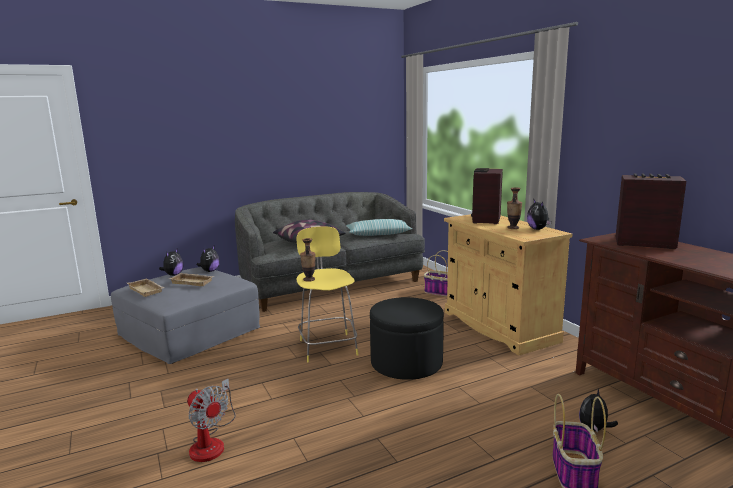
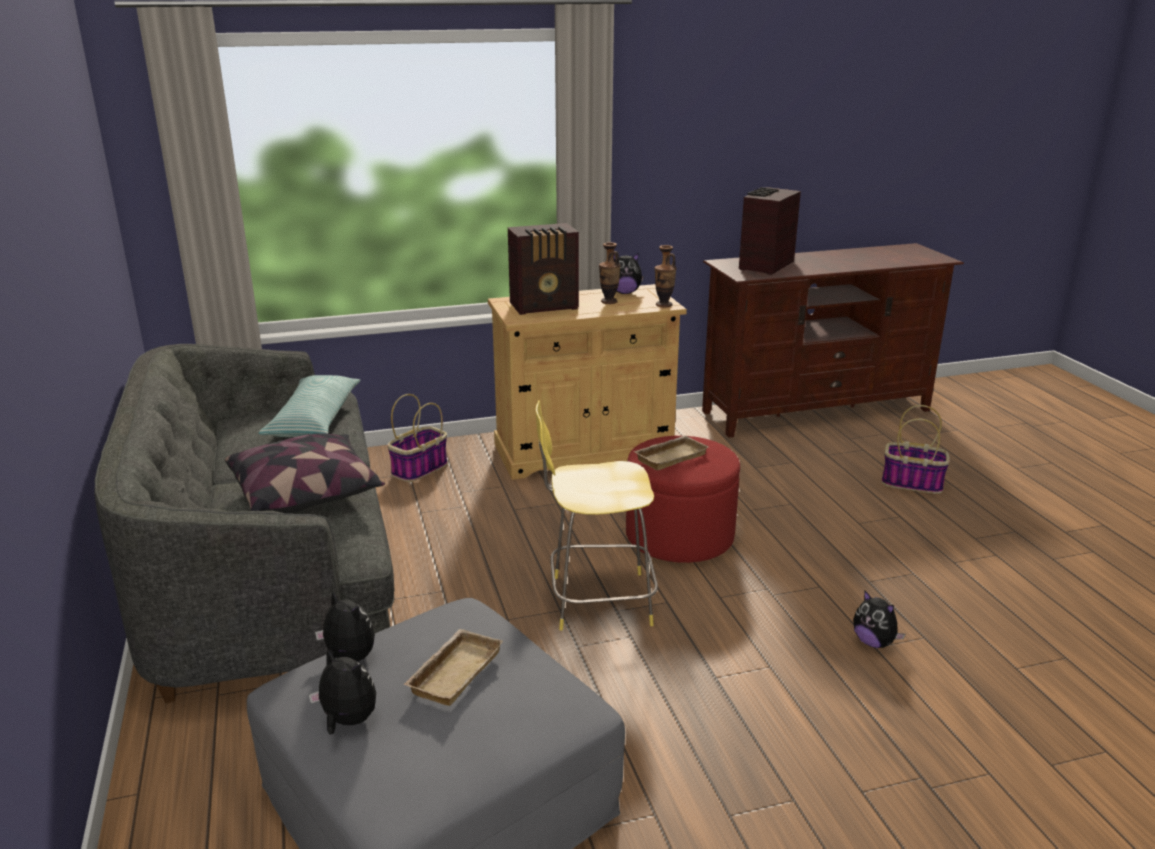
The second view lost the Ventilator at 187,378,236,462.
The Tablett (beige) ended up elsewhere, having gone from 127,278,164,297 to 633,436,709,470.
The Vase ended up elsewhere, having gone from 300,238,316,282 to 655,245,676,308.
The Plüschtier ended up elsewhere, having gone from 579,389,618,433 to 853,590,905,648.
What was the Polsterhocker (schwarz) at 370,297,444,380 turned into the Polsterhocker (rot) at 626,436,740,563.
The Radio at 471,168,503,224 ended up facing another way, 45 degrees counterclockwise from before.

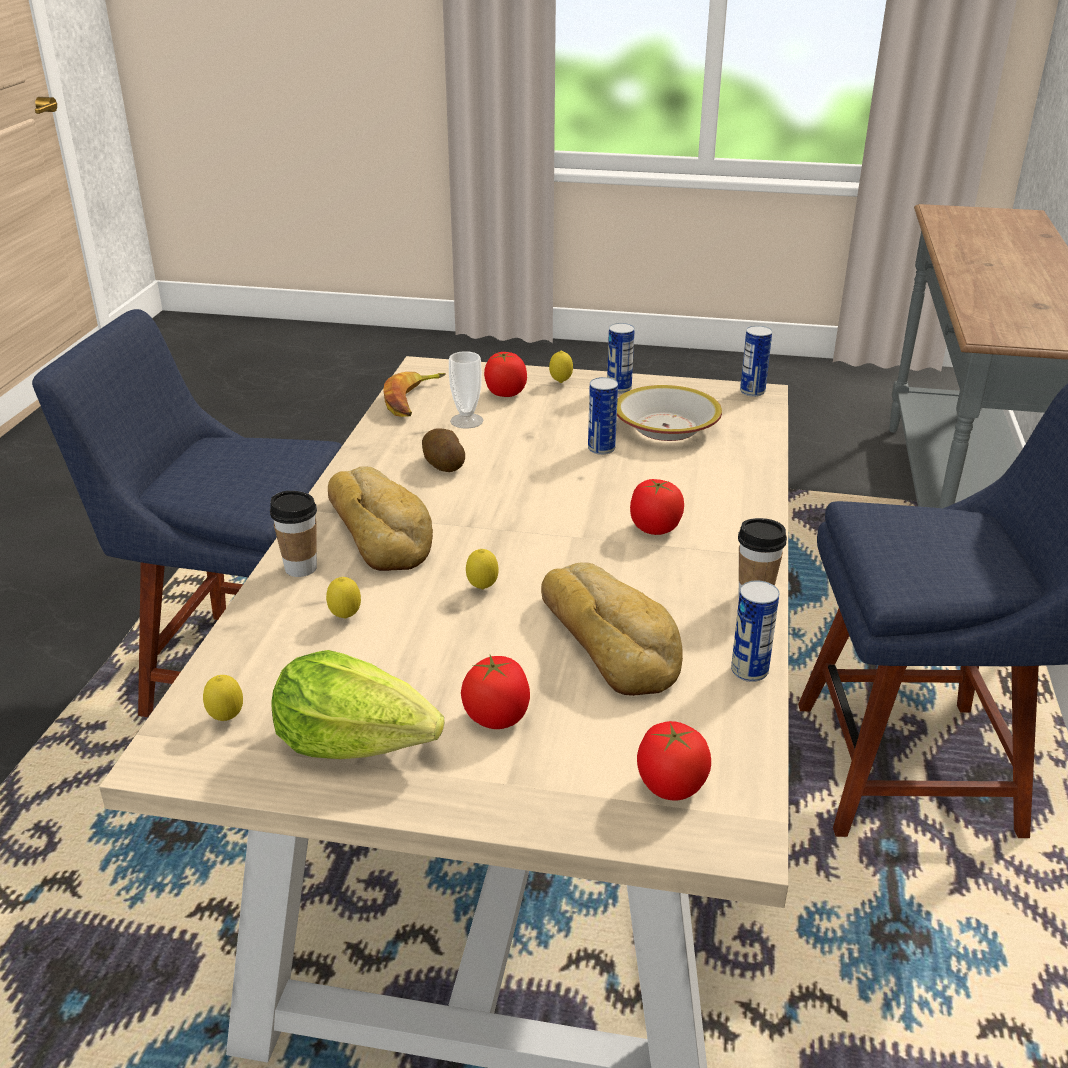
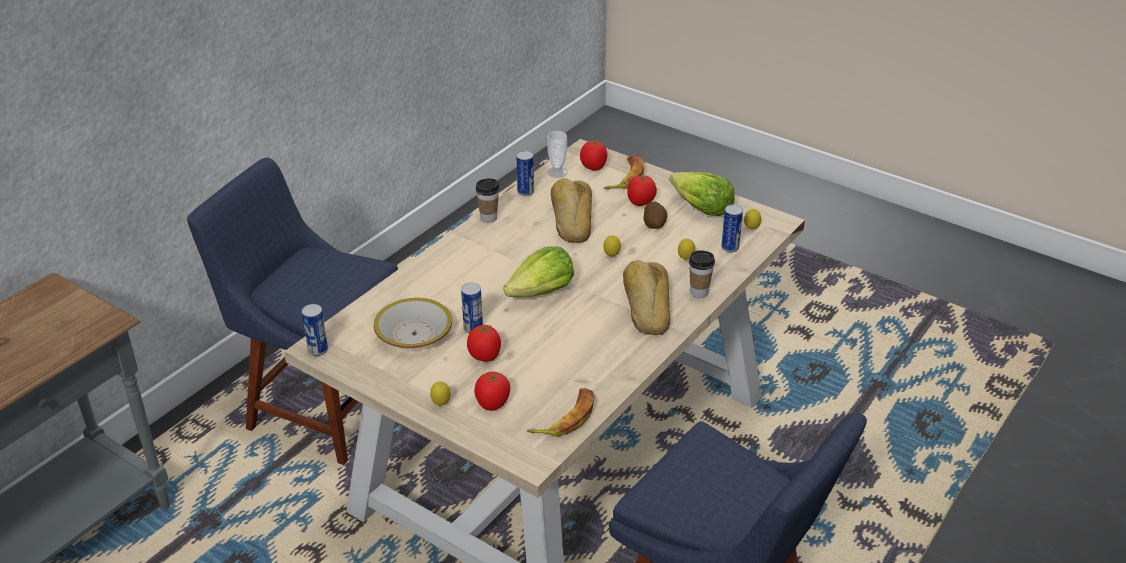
The second view gained the Salatkopf at 504,247,574,297.
The second view gained the Banane at 604,155,644,189.
The Kartoffel ended up elsewhere, having gone from 422,428,465,472 to 644,202,667,229.
The Tasse ended up elsewhere, having gone from 449,351,483,429 to 547,131,568,178.
The Dose ended up elsewhere, having gone from 607,323,635,394 to 721,204,743,252.
The Tomate ended up elsewhere, having gone from 630,479,684,535 to 467,325,501,362.

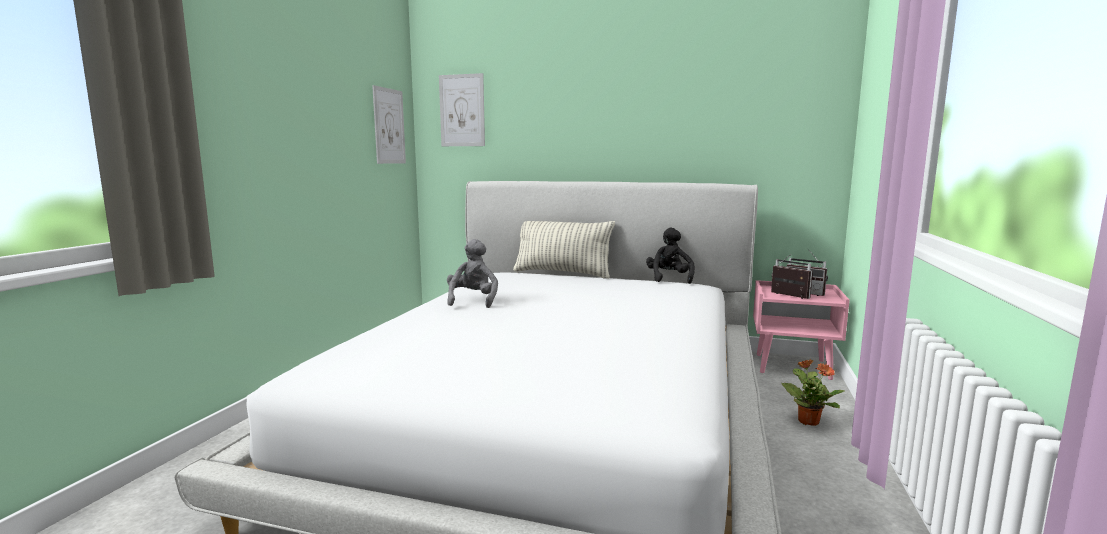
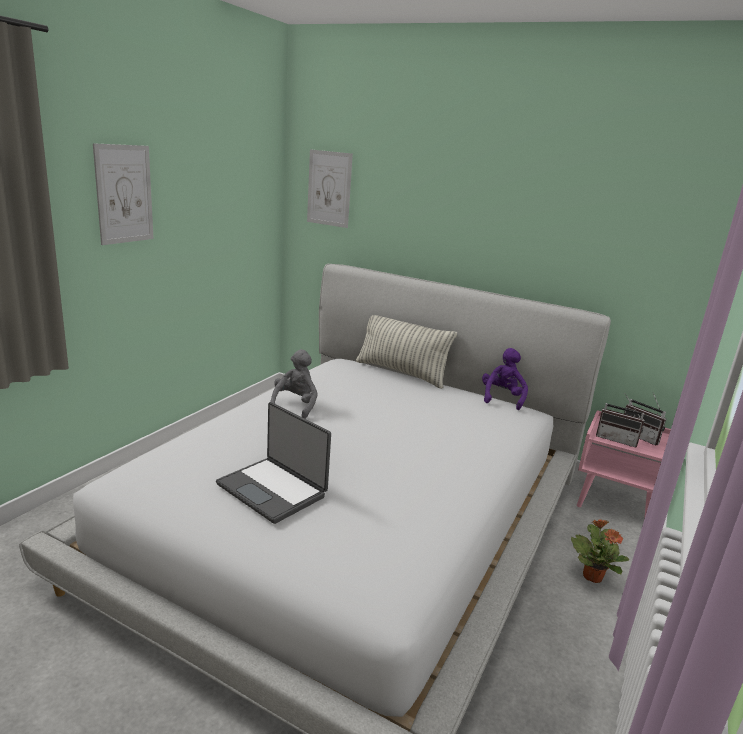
The second view gained the Laptop at 216,402,331,524.
The Bild ended up elsewhere, having gone from 372,85,406,164 to 93,143,154,245.
What was the Plüschtier (schwarz) at 646,228,695,284 turned into the Plüschtier (lila) at 482,348,528,410.
The Radio at 771,255,813,299 ended up facing another way, 150 degrees clockwise from before.

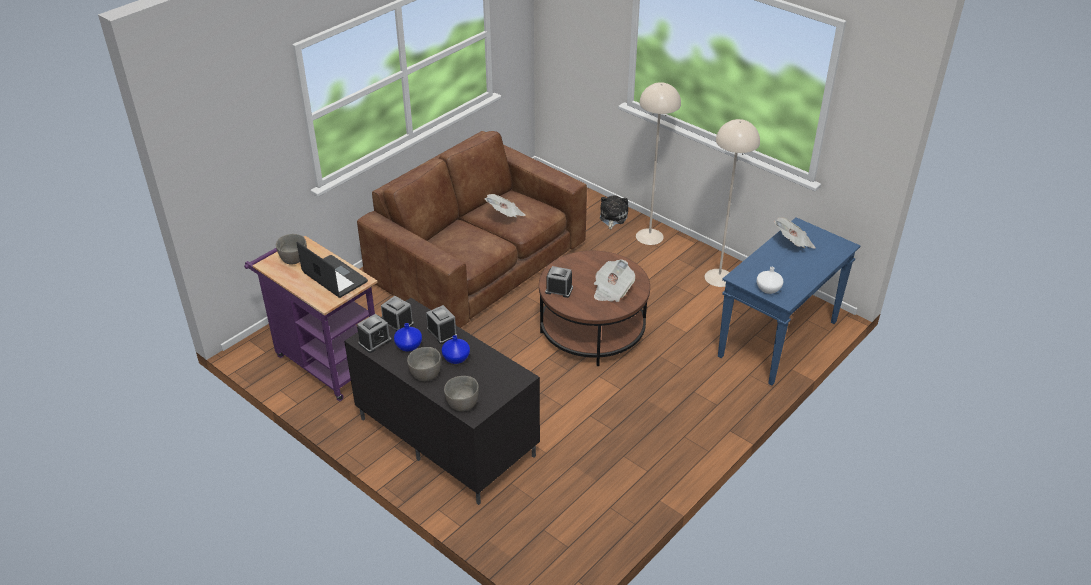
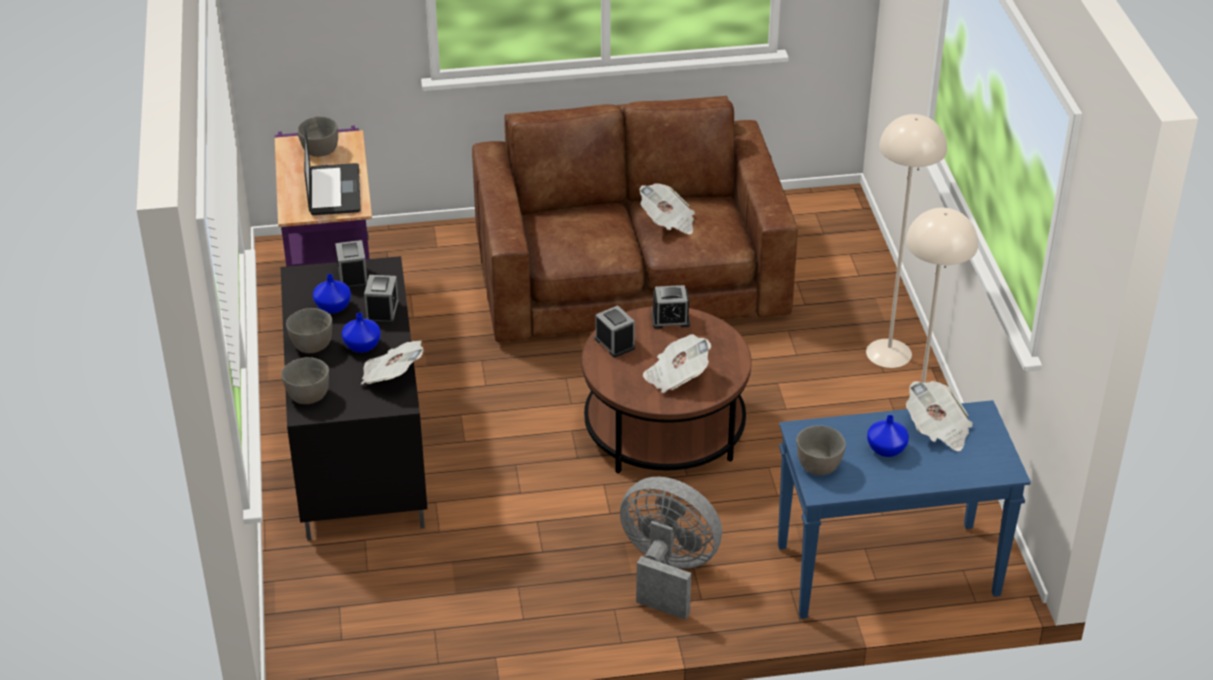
The second view lost the Plüschtier at 600,196,628,229.
The second view gained the Zeitung at 361,340,423,384.
The second view gained the Ventilator (grau) at 620,477,722,620.
The second view gained the Vase (blau) at 867,415,909,457.
The Wecker ended up elsewhere, having gone from 357,314,391,353 to 651,285,690,329.
Where the Vase (weiß) stood at 757,267,783,294, the Schüssel (grau) came to stand at 796,425,846,476.

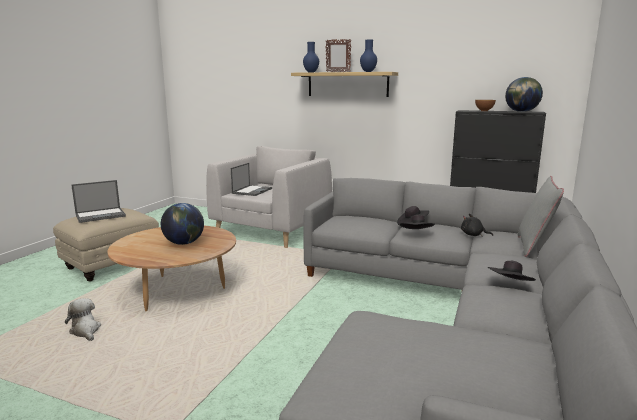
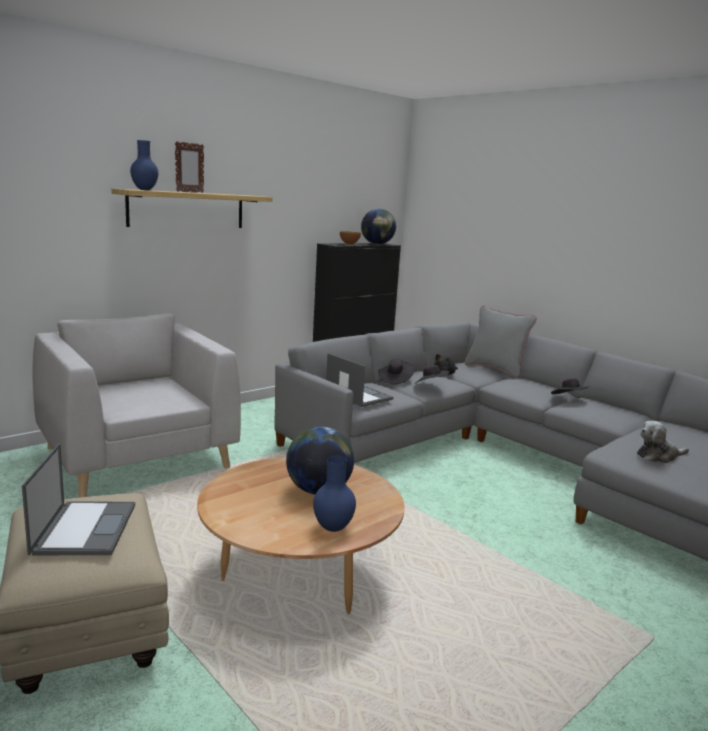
The Plüschtier ended up elsewhere, having gone from 65,298,101,341 to 637,421,689,463.
The Laptop ended up elsewhere, having gone from 231,163,272,196 to 326,353,393,407.
The Vase (blau) ended up elsewhere, having gone from 360,39,377,72 to 313,456,356,532.

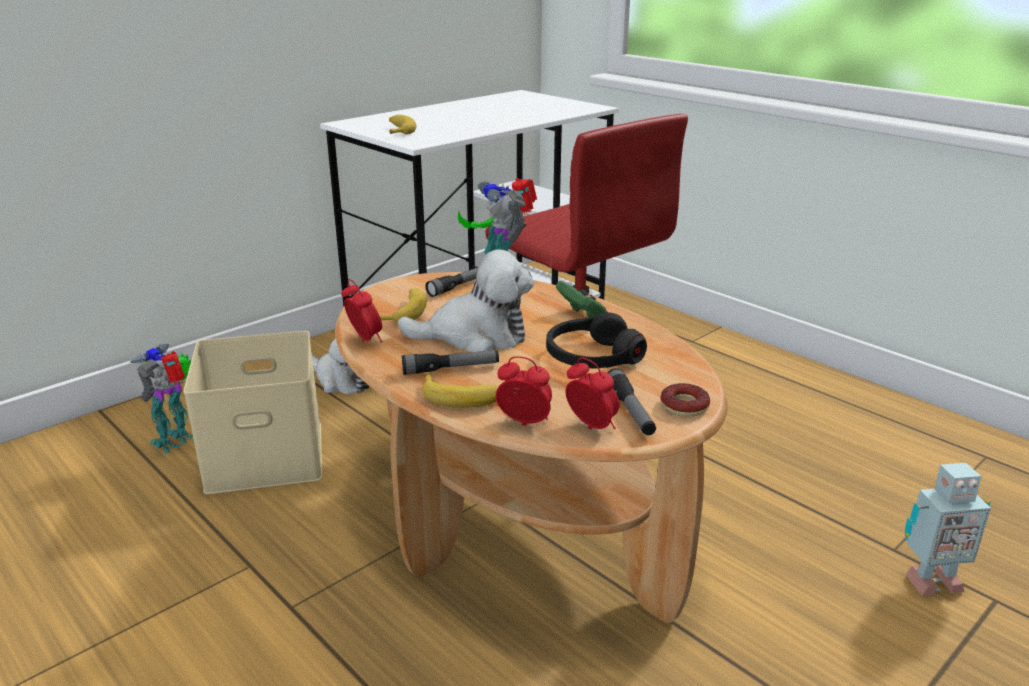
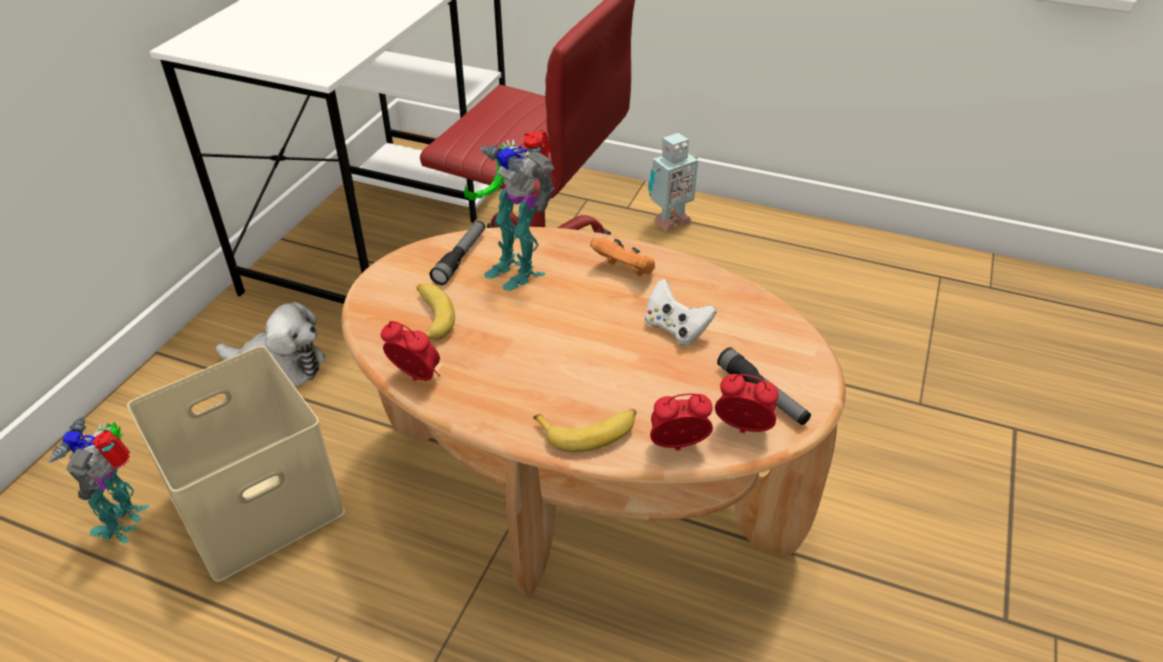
The second view lost the Banane at 389,114,417,134.
The second view lost the Plüschtier at 398,249,534,352.
The second view lost the Taschenlampe at 402,350,499,375.
The second view lost the Donut at 660,383,710,417.
The Spielzeugroboter ended up elsewhere, having gone from 905,463,991,596 to 648,133,698,232.
Where the Kopfhörer (schwarz) stood at 546,312,647,368, the Gamepad (weiß) came to stand at 645,278,717,345.
What was the Gamepad (grün) at 556,281,607,318 turned into the Gamepad (orange) at 590,238,655,276.

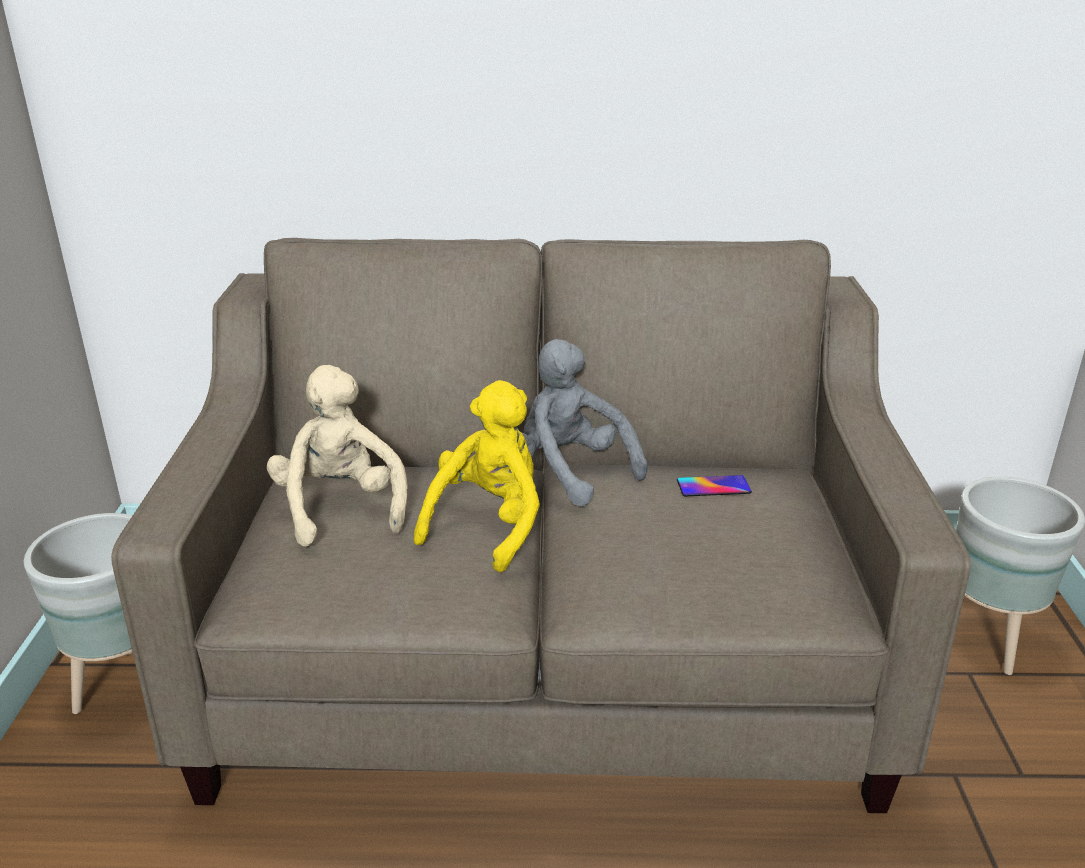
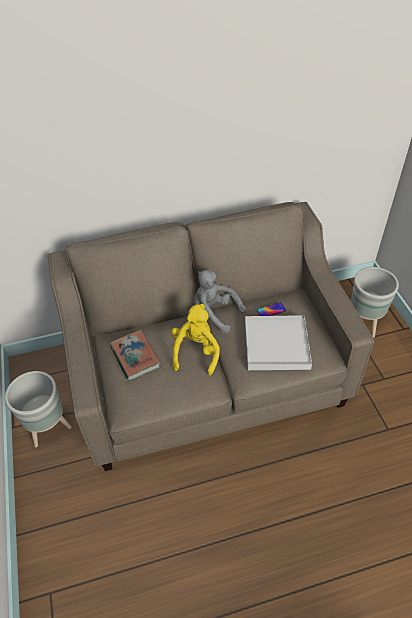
The second view gained the Tablett (weiß) at 245,315,312,370.
Where the Plüschtier (beige) stood at 267,365,407,547, the Buch came to stand at 110,330,161,381.

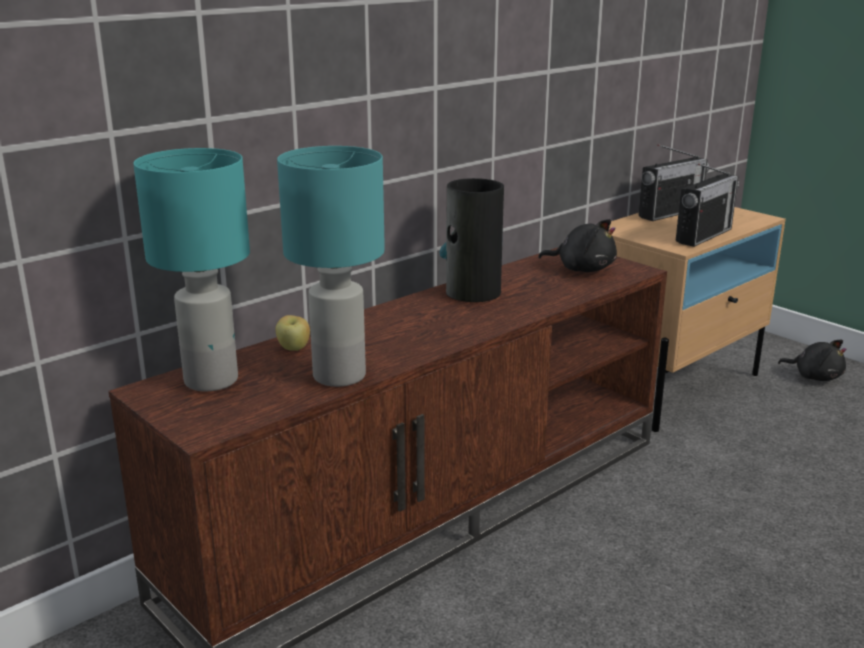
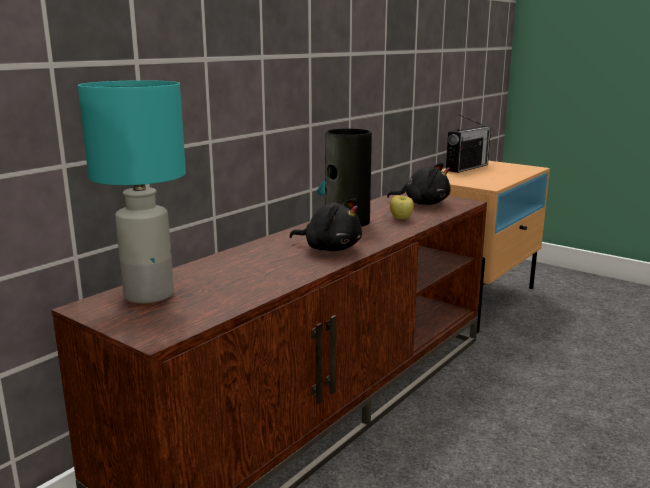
The second view lost the Tischlampe (türkis) at 277,146,385,387.
The second view lost the Radio at 676,164,739,247.
The Apfel ended up elsewhere, having gone from 275,315,310,351 to 390,195,414,220.
The Plüschtier (schwarz) ended up elsewhere, having gone from 778,340,847,381 to 289,198,362,251.

